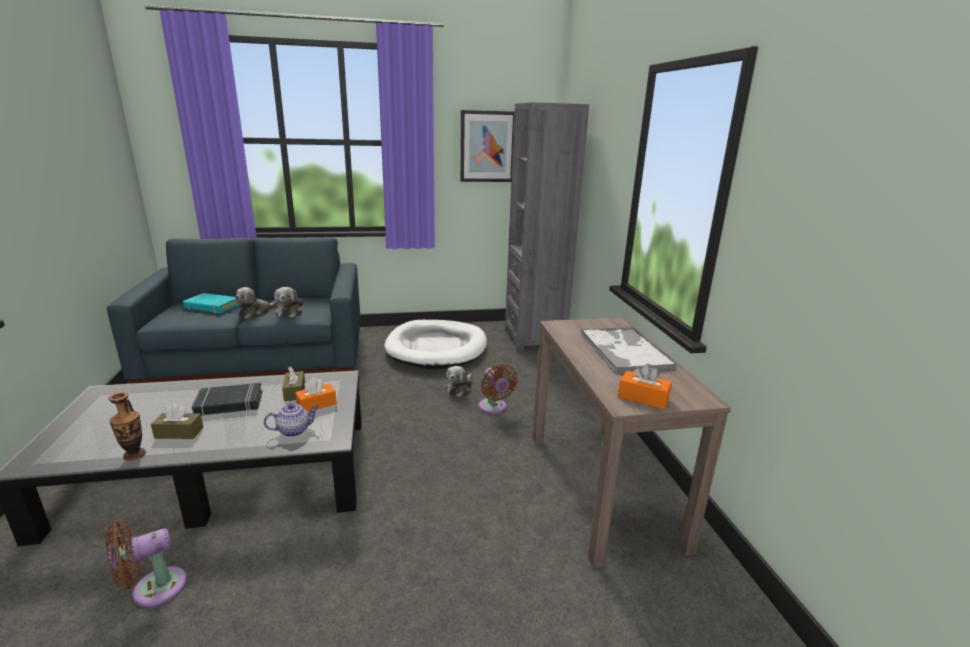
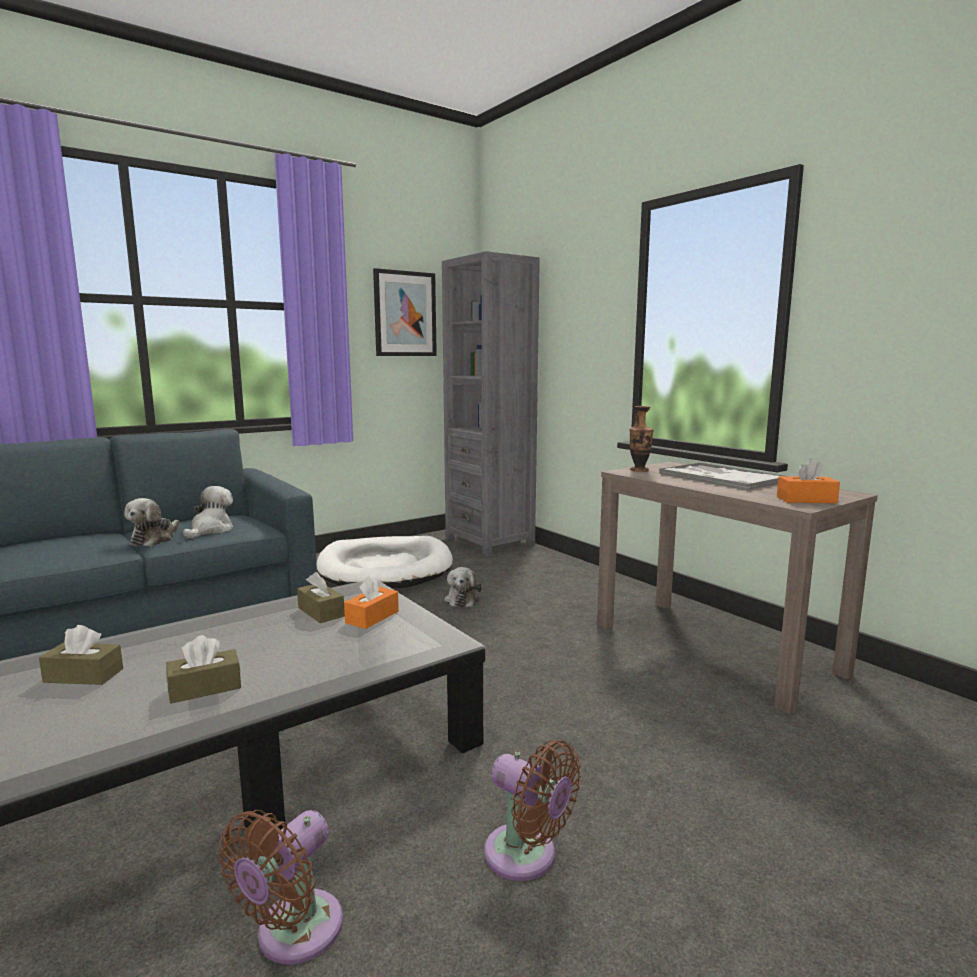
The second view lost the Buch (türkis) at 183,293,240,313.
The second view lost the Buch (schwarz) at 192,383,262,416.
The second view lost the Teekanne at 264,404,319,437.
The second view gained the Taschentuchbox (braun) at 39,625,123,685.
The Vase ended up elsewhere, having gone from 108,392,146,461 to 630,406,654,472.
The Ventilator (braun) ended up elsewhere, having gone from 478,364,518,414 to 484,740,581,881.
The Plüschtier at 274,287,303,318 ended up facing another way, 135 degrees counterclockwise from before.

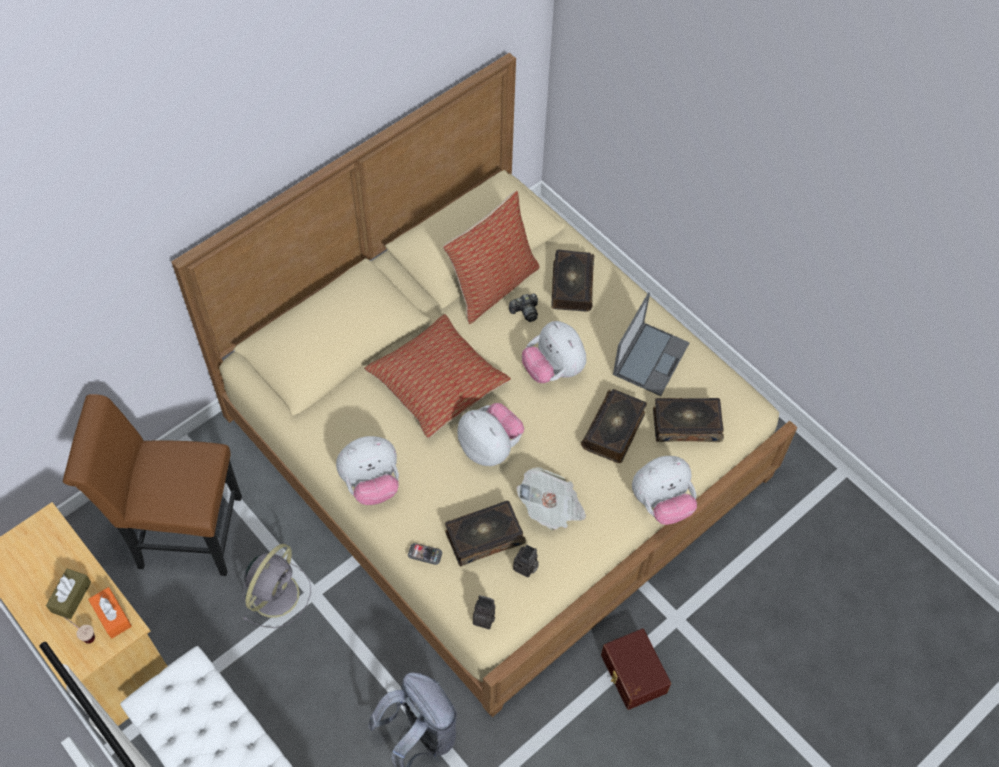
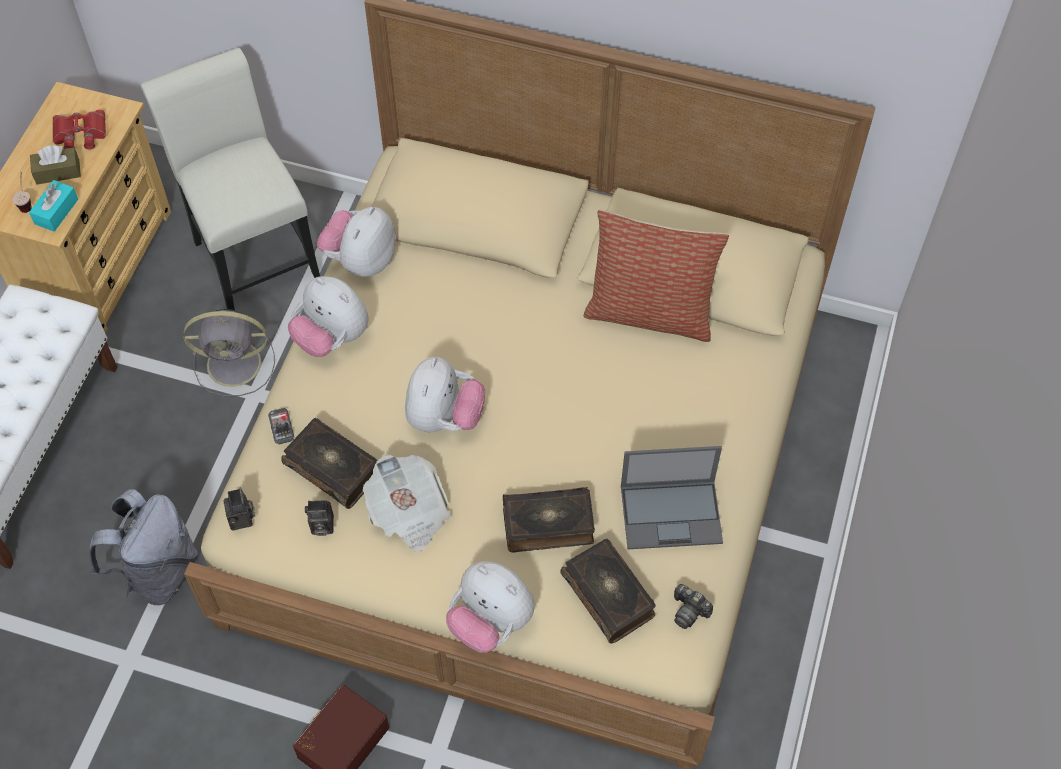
The second view lost the Kissen at 364,314,511,438.
The second view lost the Buch at 551,249,594,312.
The second view gained the Fernglas (rot) at 53,110,106,150.
The Kamera ended up elsewhere, having gone from 509,294,538,322 to 674,584,713,629.
The Plüschtier ended up elsewhere, having gone from 522,321,586,383 to 317,207,396,277.
What was the Stuhl (braun) at 63,394,242,576 turned into the Stuhl (weiß) at 140,48,320,310.
What was the Taschentuchbox (orange) at 88,587,132,639 turned into the Taschentuchbox (türkis) at 29,180,78,231.

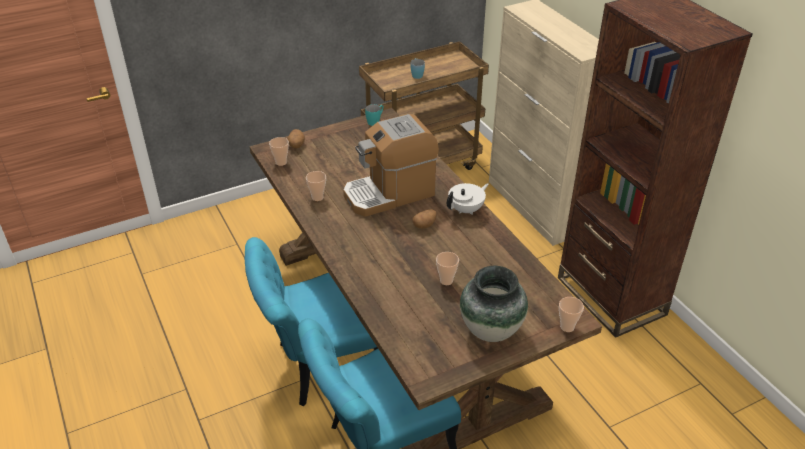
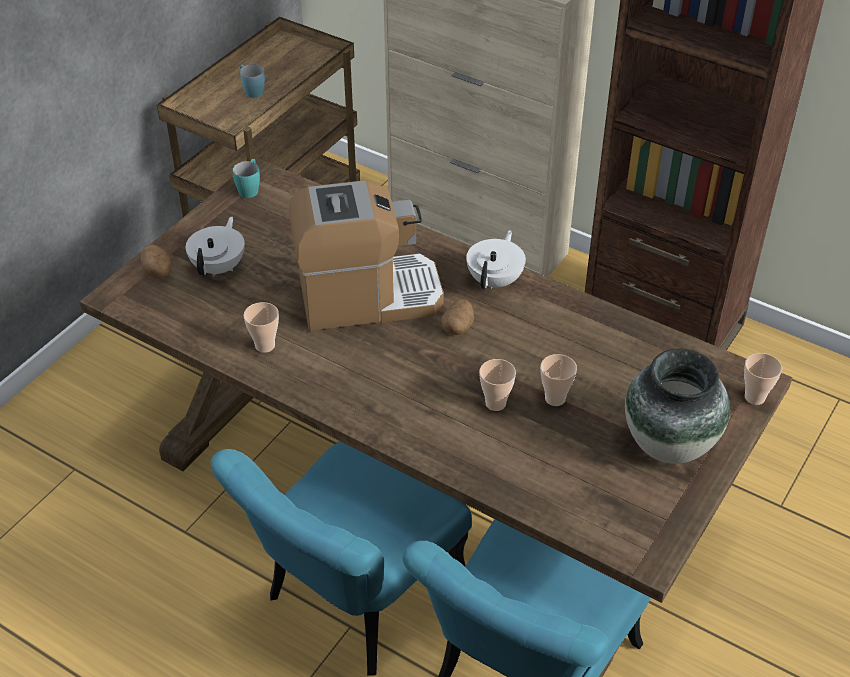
The second view gained the Teekanne (weiß) at 186,217,245,277.
The Tasse ended up elsewhere, having gone from 269,137,289,166 to 479,359,516,411.
The Kaffeemaschine at 343,114,439,217 ended up facing another way, 135 degrees counterclockwise from before.

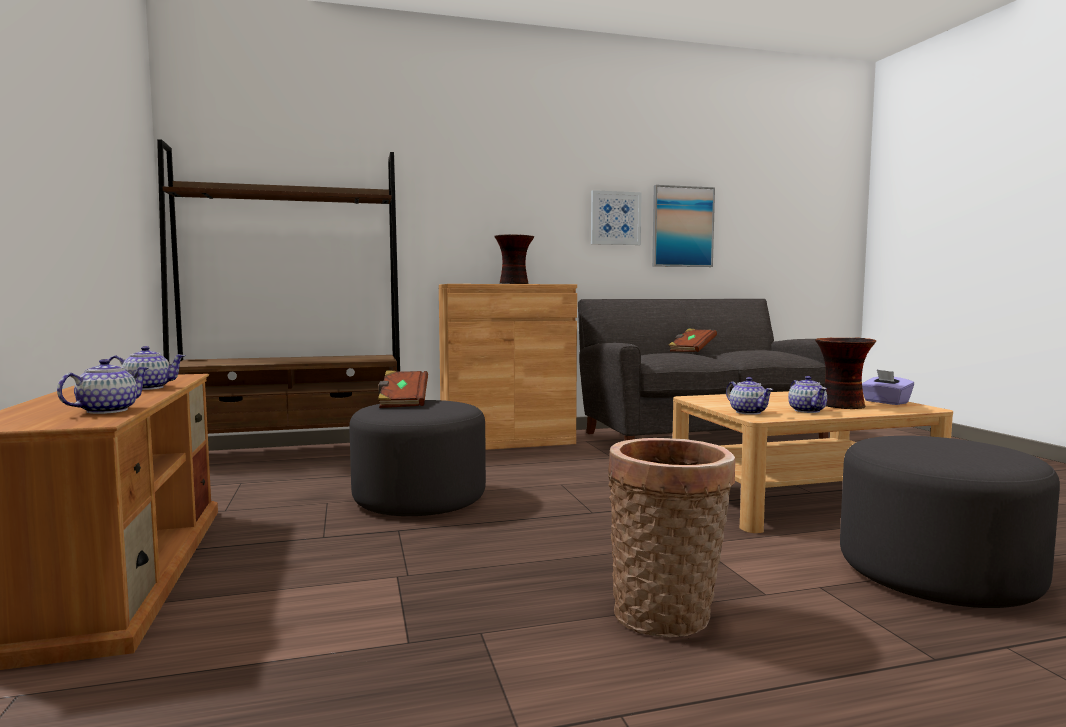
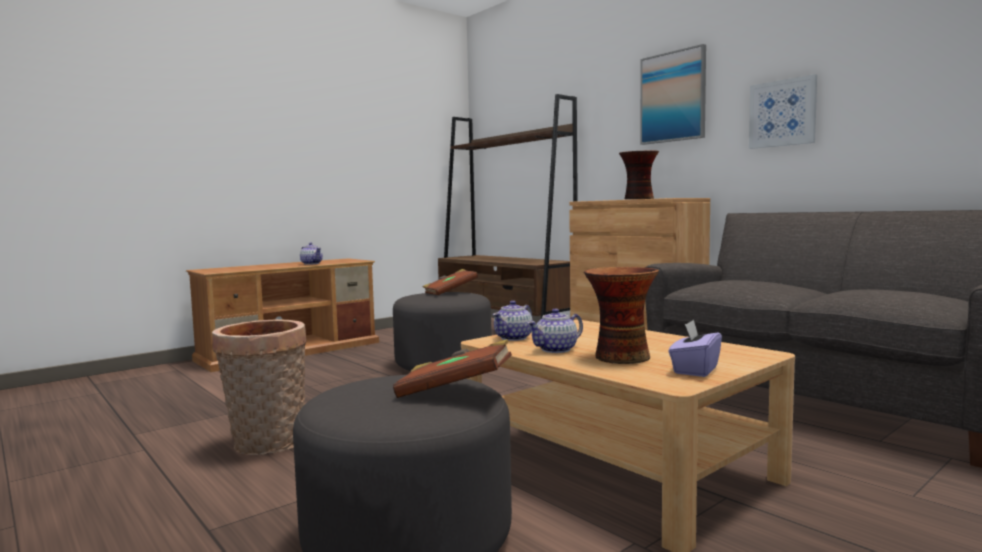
The second view lost the Teekanne at 57,359,148,414.
The Bild ended up elsewhere, having gone from 652,185,715,267 to 640,44,706,145.
The Buch (braun) ended up elsewhere, having gone from 669,328,717,352 to 393,339,512,398.

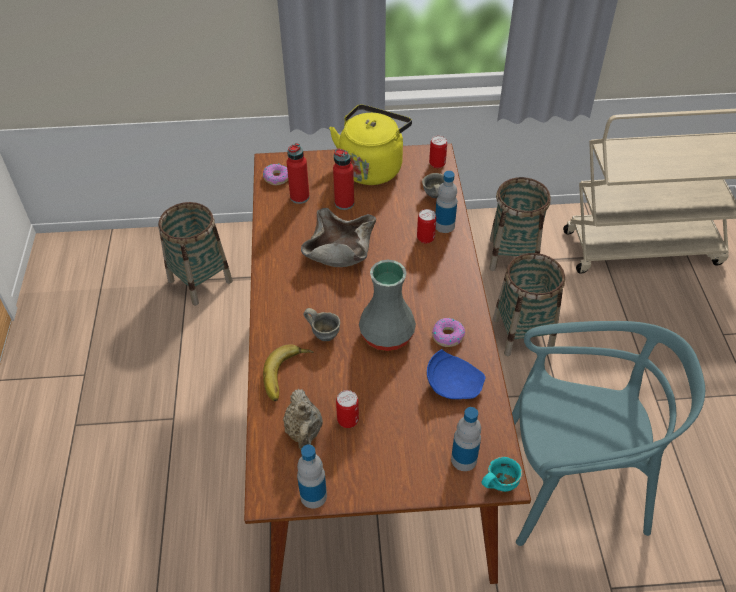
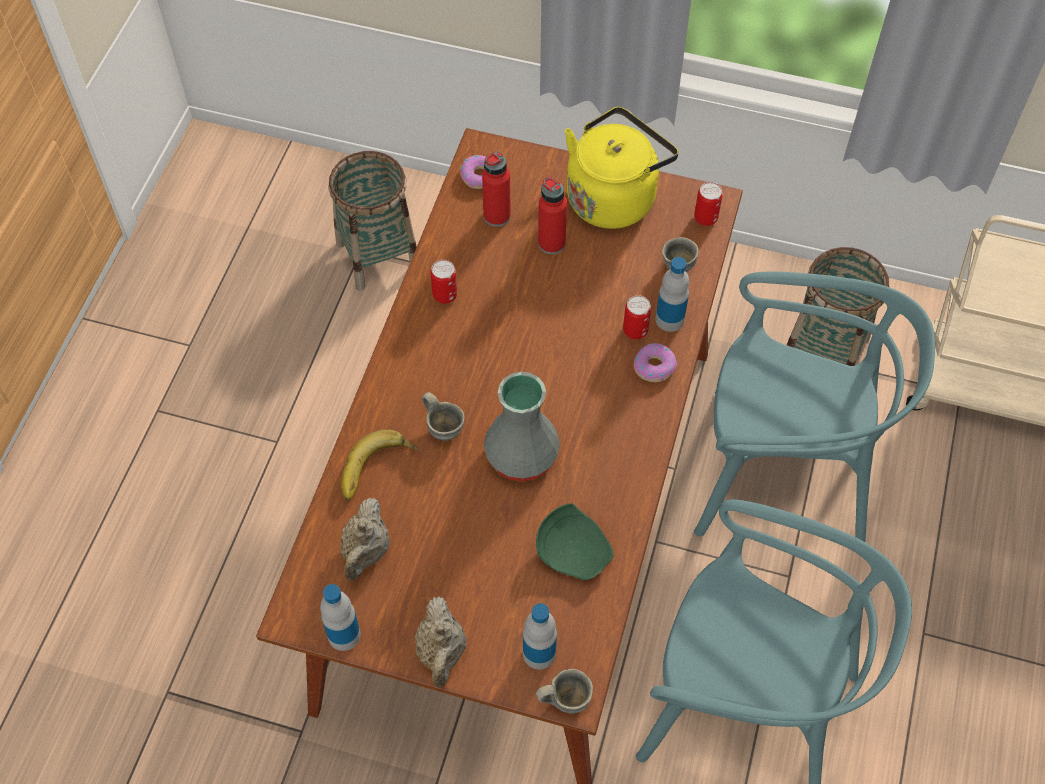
The second view lost the Schüssel (beige) at 301,208,376,267.
The second view gained the Teekanne (beige) at 415,597,466,687.
The Dose ended up elsewhere, having gone from 336,390,359,428 to 430,260,457,304.
The Donut ended up elsewhere, having gone from 432,318,465,347 to 634,343,677,382.
Where the Korb stood at 493,253,565,356, the Stuhl (türkis) came to stand at 694,272,935,542.
What was the Teller (blau) at 427,349,486,399 turned into the Teller (grün) at 536,503,614,580.
What was the Henkelbecher (türkis) at 481,457,522,492 turned into the Henkelbecher (grau) at 536,669,593,714.

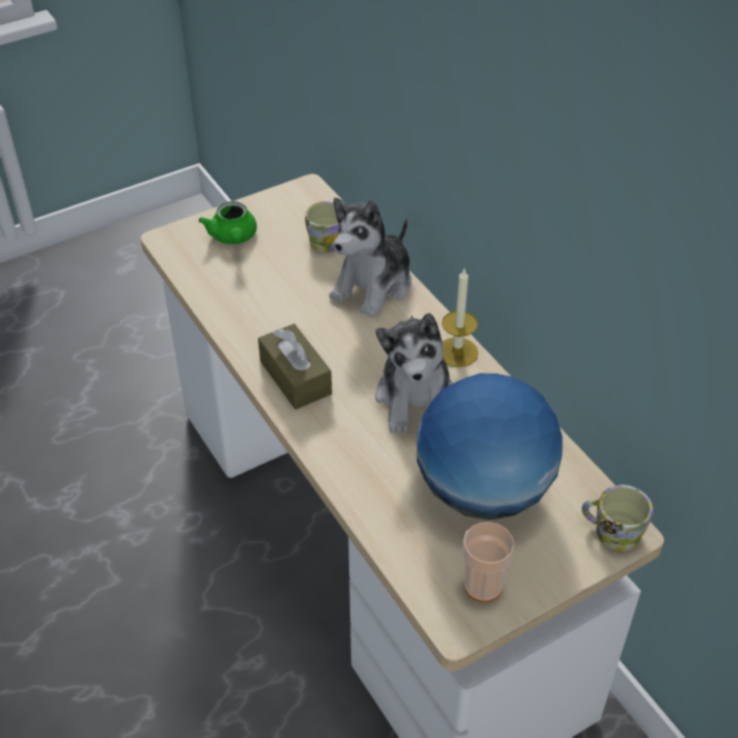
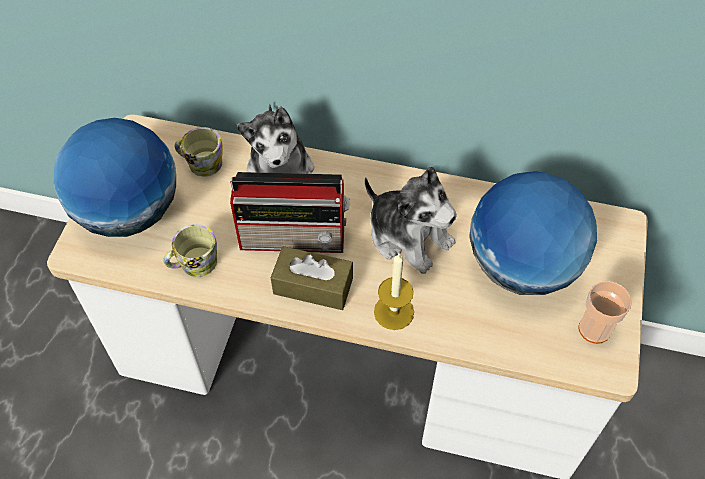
The second view gained the Radio at 230,172,350,253.
The Kerze ended up elsewhere, having gone from 442,267,478,367 to 374,254,414,330.
The Henkelbecher ended up elsewhere, having gone from 582,485,653,551 to 163,224,217,277.
Where the Teekanne (grün) stood at 199,201,257,244, the Globus came to stand at 54,118,176,237.

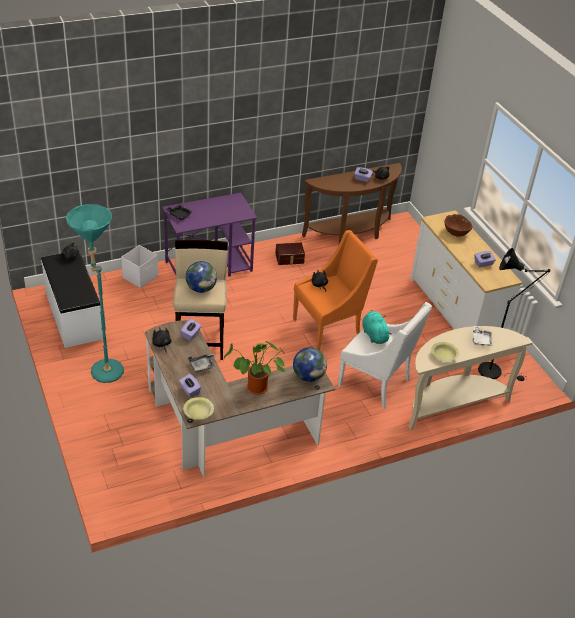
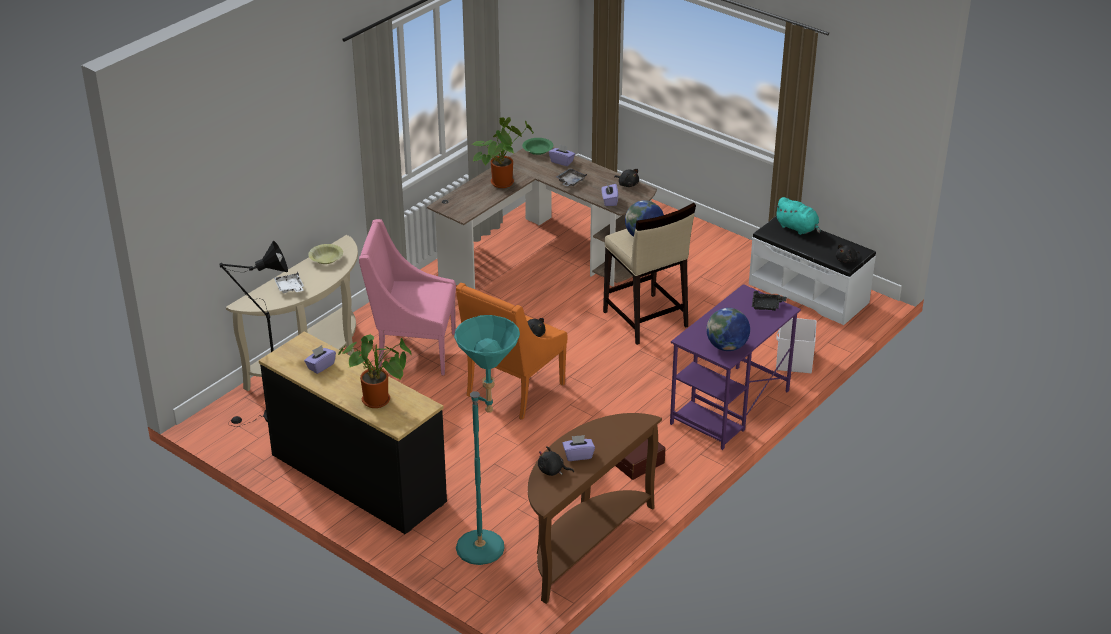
The Stehlampe (türkis) ended up elsewhere, having gone from 66,204,124,383 to 454,315,520,565.
The Globus ended up elsewhere, having gone from 293,347,327,382 to 706,308,750,351.
The Plüschtier (türkis) ended up elsewhere, having gone from 362,310,392,344 to 775,197,820,235.
Where the Schüssel (braun) stood at 445,214,472,237, the Topfpflanze came to stand at 338,334,411,408.
What was the Schüssel (gelb) at 183,397,214,420 turned into the Schüssel (grün) at 522,138,553,155.
What was the Sessel (weiß) at 338,302,432,409 turned into the Sessel (rosa) at 359,219,456,375.
What was the Kommode (weiß) at 410,210,522,329 turned into the Kommode (schwarz) at 259,331,447,534.

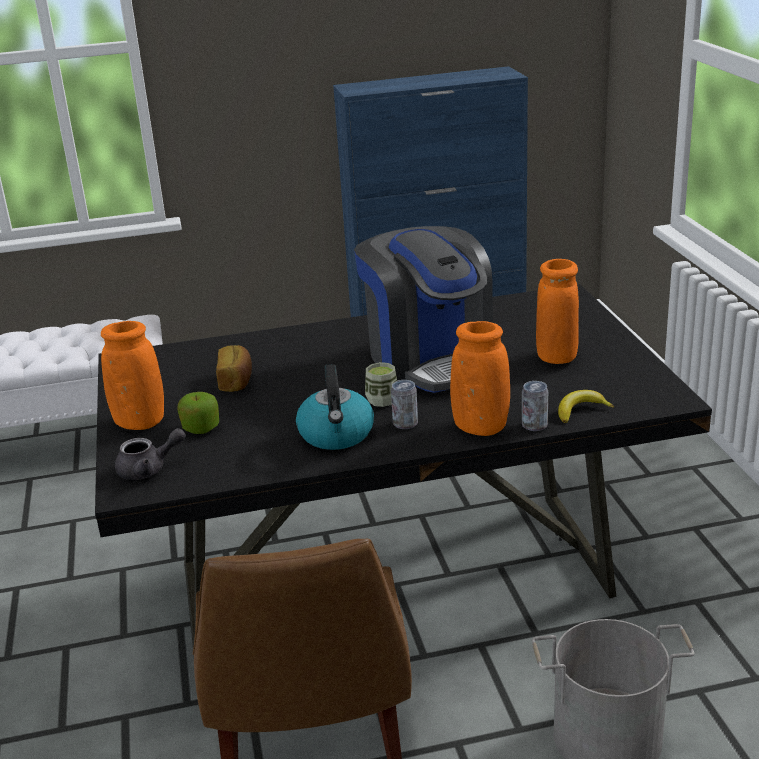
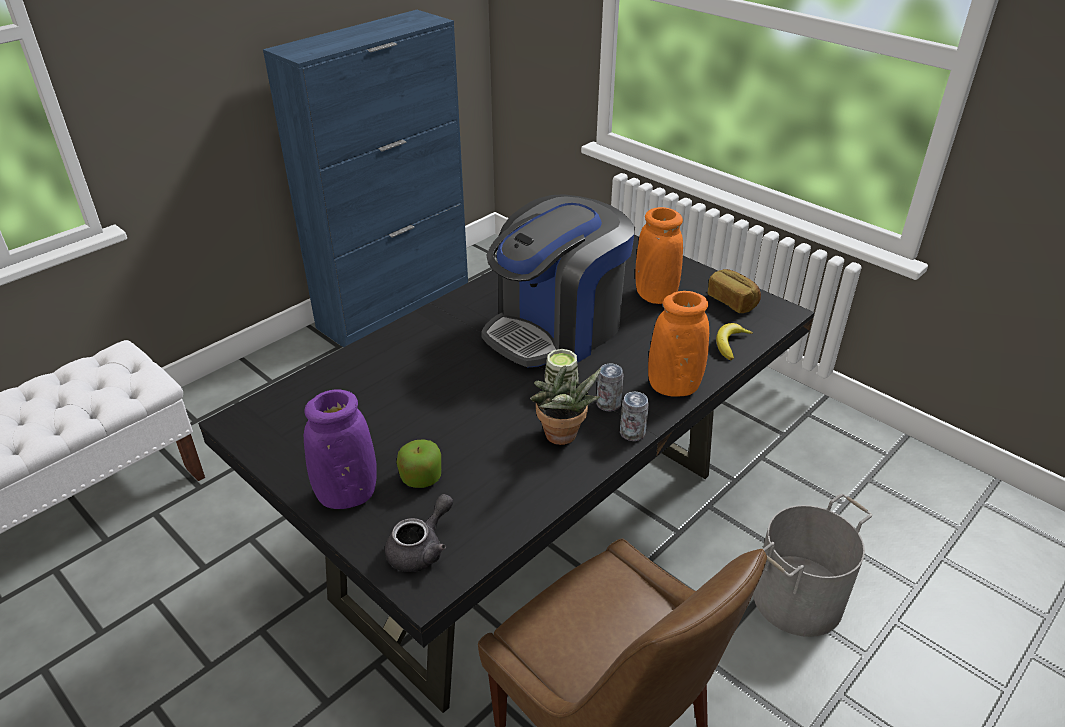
The Brot ended up elsewhere, having gone from 216,345,252,392 to 708,269,761,313.
The Dose ended up elsewhere, having gone from 522,381,548,431 to 620,391,649,441.
Where the Wasserkessel stood at 296,364,374,450, the Topfpflanze came to stand at 530,366,601,445.
What was the Vase (orange) at 101,321,164,430 turned into the Vase (lila) at 304,389,377,509.
The Kaffeemaschine at 354,226,493,393 ended up facing another way, 105 degrees clockwise from before.

